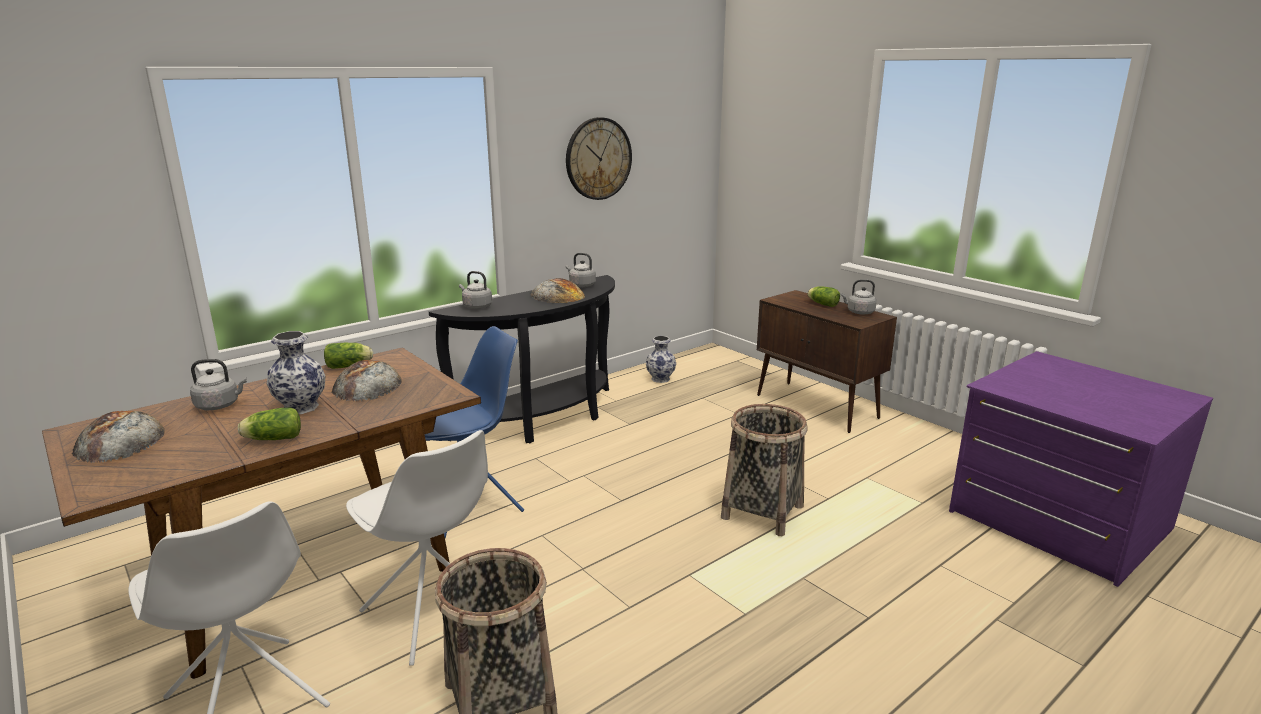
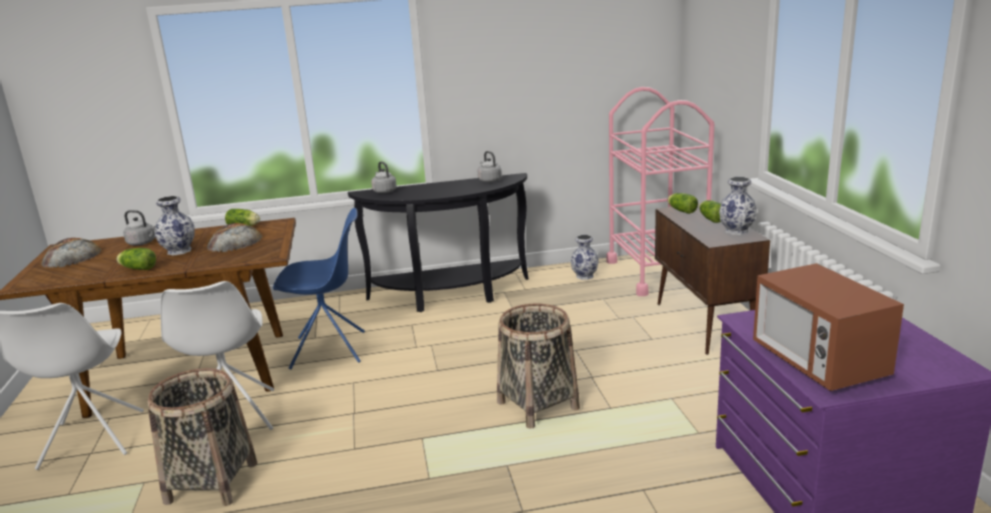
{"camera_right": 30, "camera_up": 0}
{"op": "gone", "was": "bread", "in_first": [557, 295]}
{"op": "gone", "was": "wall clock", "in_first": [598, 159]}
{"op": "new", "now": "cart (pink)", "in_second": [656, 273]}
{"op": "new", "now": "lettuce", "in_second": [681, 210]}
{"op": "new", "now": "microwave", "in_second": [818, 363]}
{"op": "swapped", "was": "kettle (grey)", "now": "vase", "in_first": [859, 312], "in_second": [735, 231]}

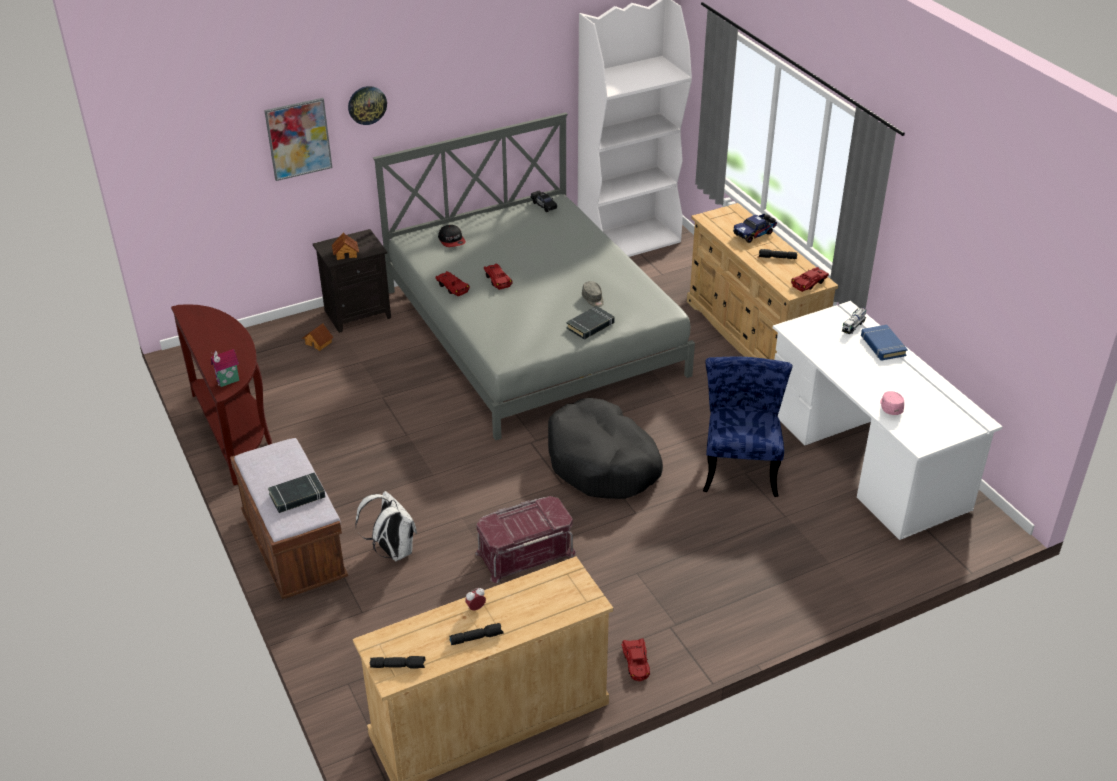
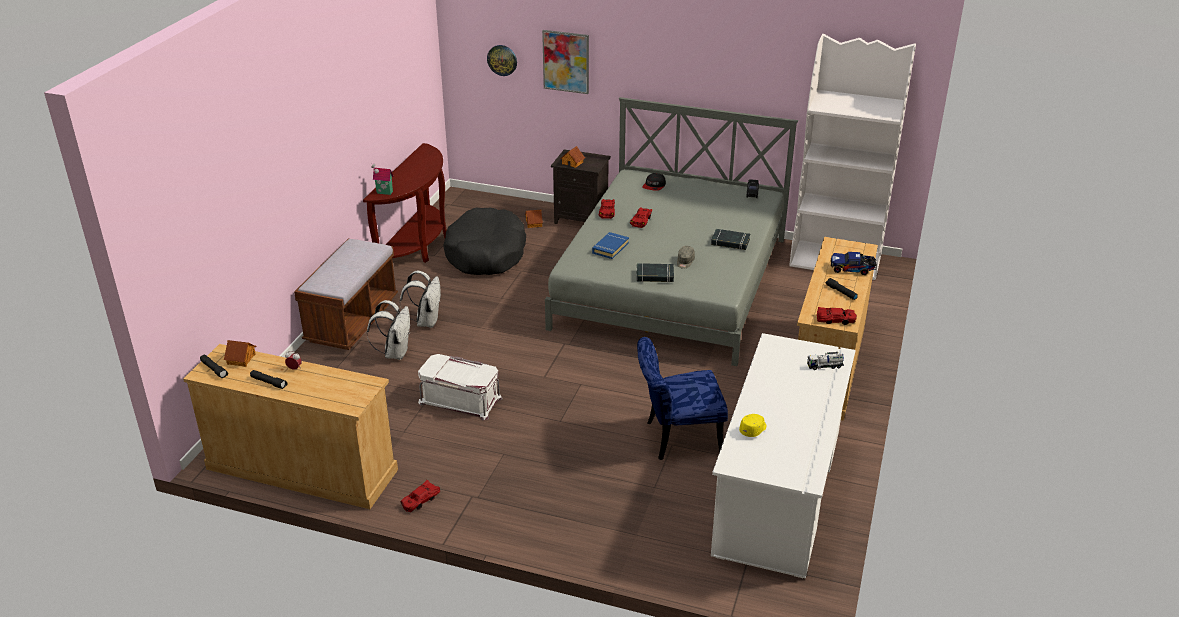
{"camera_right": 45, "camera_up": -5}
{"op": "new", "now": "toy house", "in_second": [241, 359]}
{"op": "new", "now": "backpack (white)", "in_second": [426, 321]}
{"op": "shifted", "was": "book (black)", "in_first": [297, 496], "in_second": [730, 242]}
{"op": "shifted", "was": "wall clock", "in_first": [367, 105], "in_second": [502, 60]}
{"op": "shifted", "was": "dog bed (black)", "in_first": [602, 463], "in_second": [486, 254]}
{"op": "shifted", "was": "book (blue)", "in_first": [882, 346], "in_second": [610, 248]}
{"op": "repainted", "was": "storage box (red)", "now": "storage box (white)", "in_first": [525, 552], "in_second": [461, 399]}
{"op": "repainted", "was": "cap (pink)", "now": "cap (yellow)", "in_first": [890, 407], "in_second": [753, 429]}
{"op": "rotated", "was": "chair (blue)", "in_first": [740, 465], "in_second": [676, 438], "clockwise": -150}

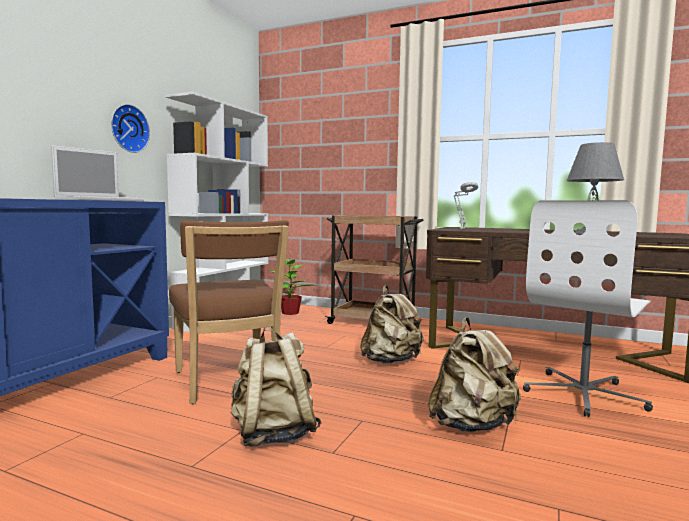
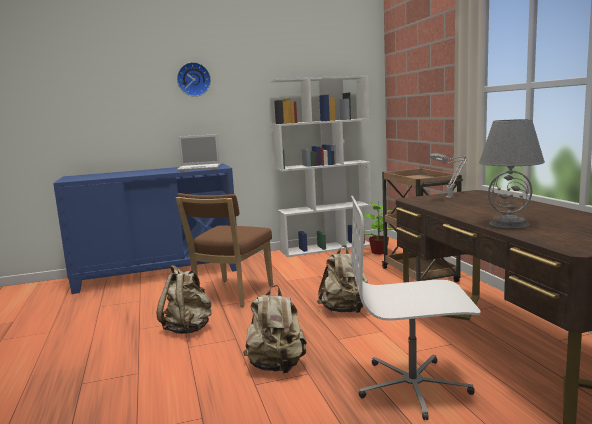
{"camera_right": 50, "camera_up": 5}
{"op": "shifted", "was": "wall clock", "in_first": [128, 128], "in_second": [193, 79]}

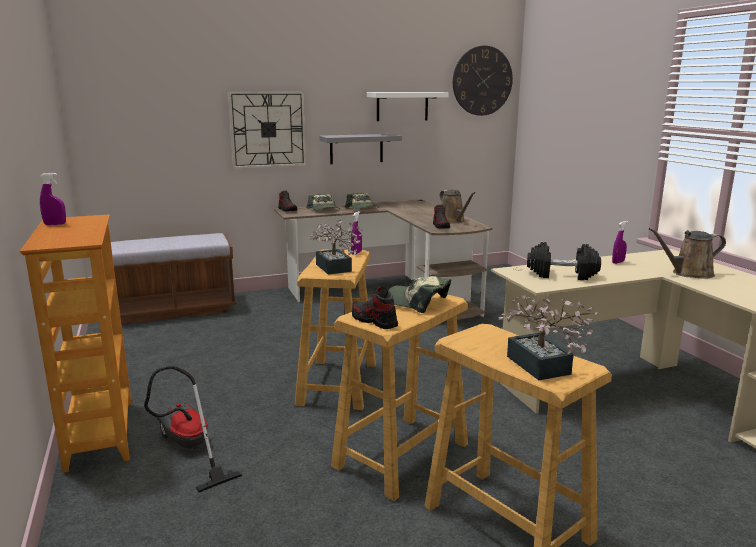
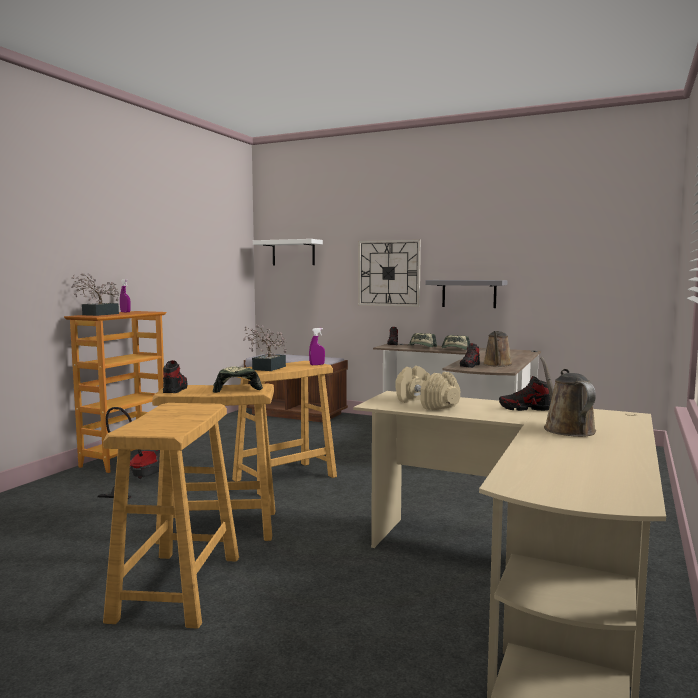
{"camera_right": 45, "camera_up": -10}
{"op": "gone", "was": "wall clock", "in_first": [482, 81]}
{"op": "shifted", "was": "shelf (white)", "in_first": [402, 106], "in_second": [293, 253]}
{"op": "shifted", "was": "potted plant", "in_first": [542, 368], "in_second": [97, 314]}
{"op": "swapped", "was": "spray bottle (purple)", "now": "shoe", "in_first": [618, 262], "in_second": [525, 408]}
{"op": "repainted", "was": "dumbbell (black)", "now": "dumbbell (beige)", "in_first": [561, 275], "in_second": [425, 404]}
{"op": "rotated", "was": "watering can (brown)", "in_first": [689, 273], "in_second": [566, 429], "clockwise": 45}

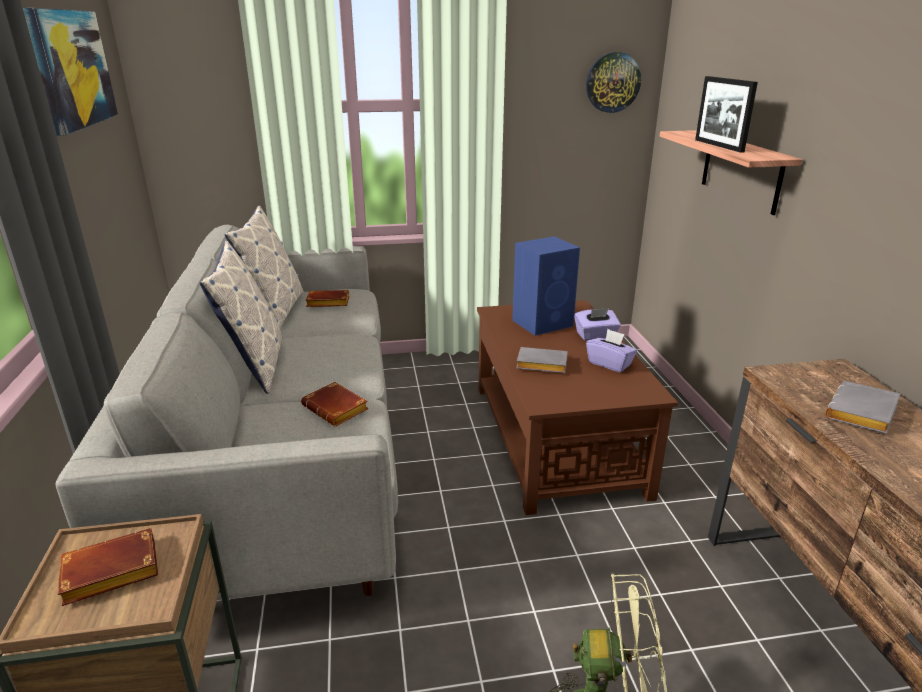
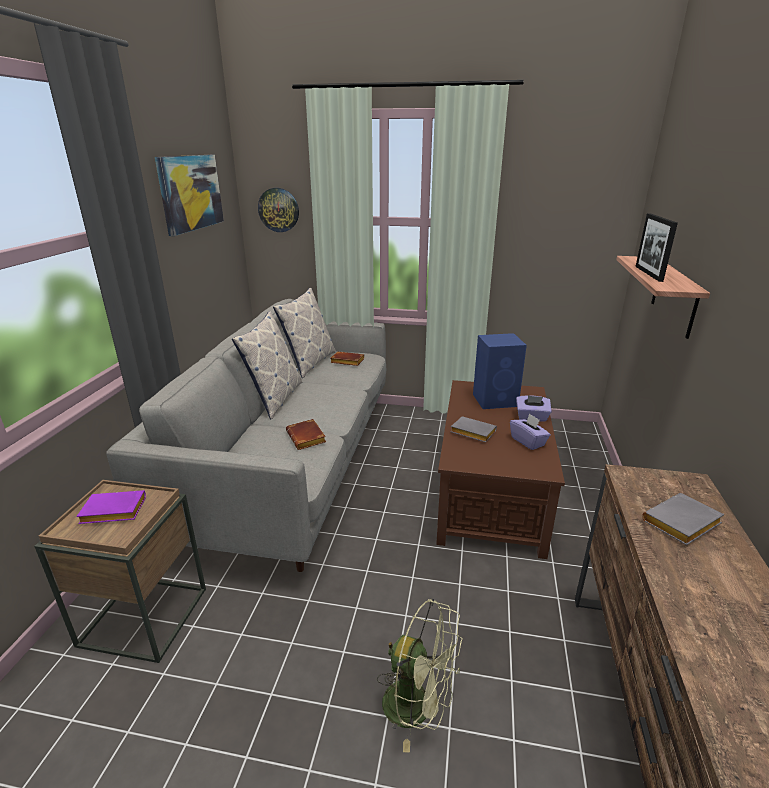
{"camera_right": 20, "camera_up": 0}
{"op": "shifted", "was": "wall clock", "in_first": [612, 82], "in_second": [278, 210]}
{"op": "repainted", "was": "book (brown)", "now": "book (purple)", "in_first": [108, 575], "in_second": [112, 512]}

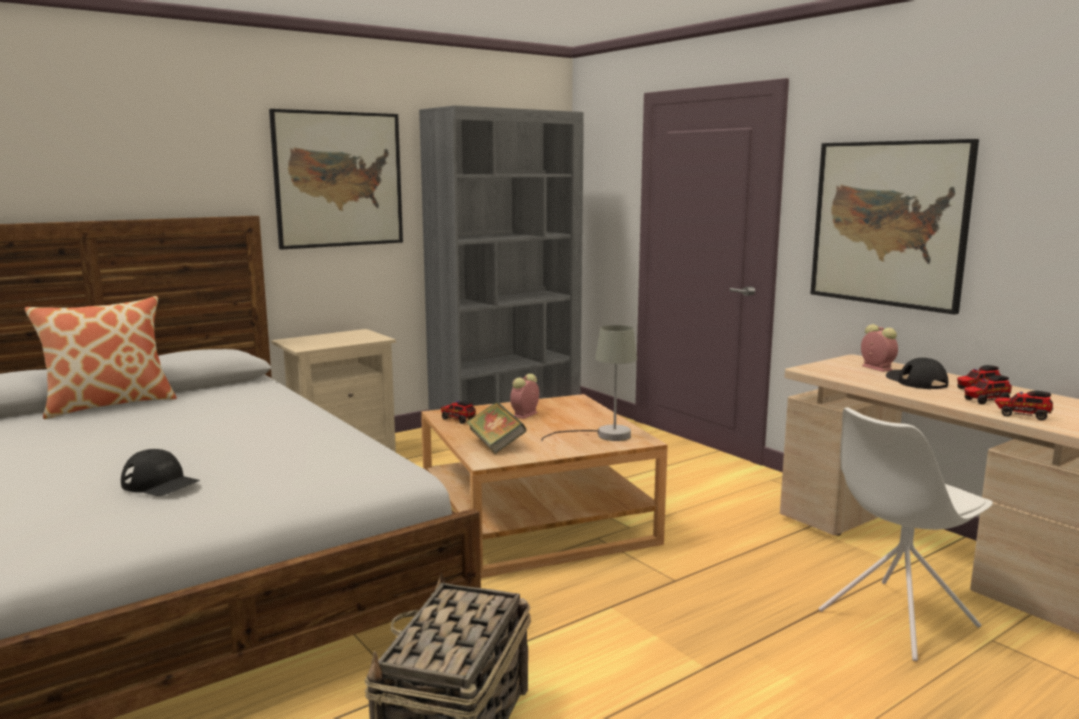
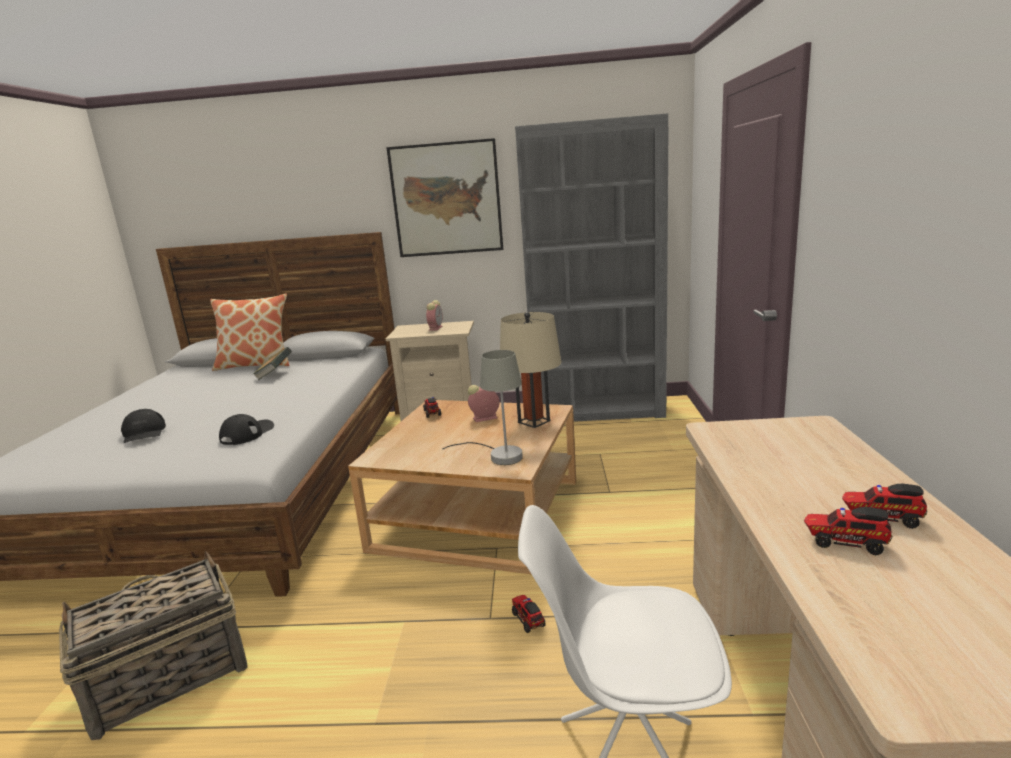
{"camera_right": 40, "camera_up": 5}
{"op": "gone", "was": "picture", "in_first": [888, 223]}
{"op": "new", "now": "table lamp (beige)", "in_second": [533, 421]}
{"op": "shifted", "was": "book", "in_first": [496, 444], "in_second": [275, 374]}
{"op": "shifted", "was": "alarm clock", "in_first": [875, 368], "in_second": [435, 328]}
{"op": "shifted", "was": "cap (black)", "in_first": [916, 381], "in_second": [247, 433]}
{"op": "shifted", "was": "toy truck", "in_first": [1021, 415], "in_second": [528, 619]}

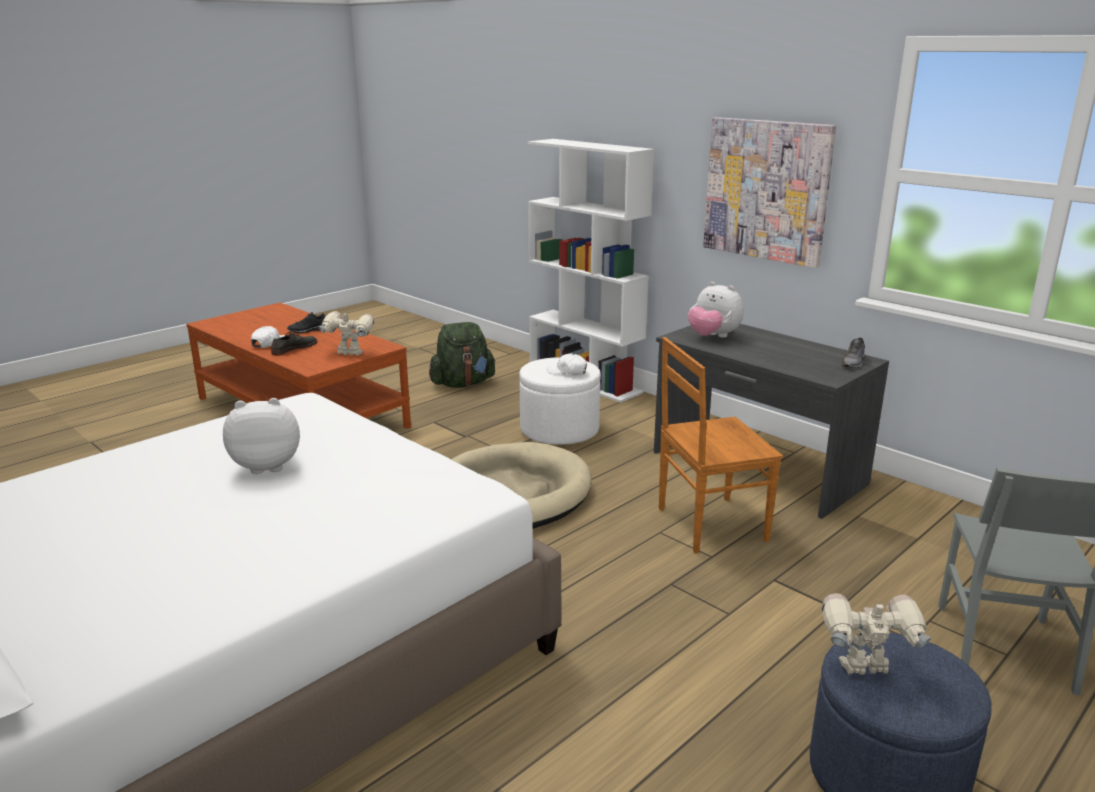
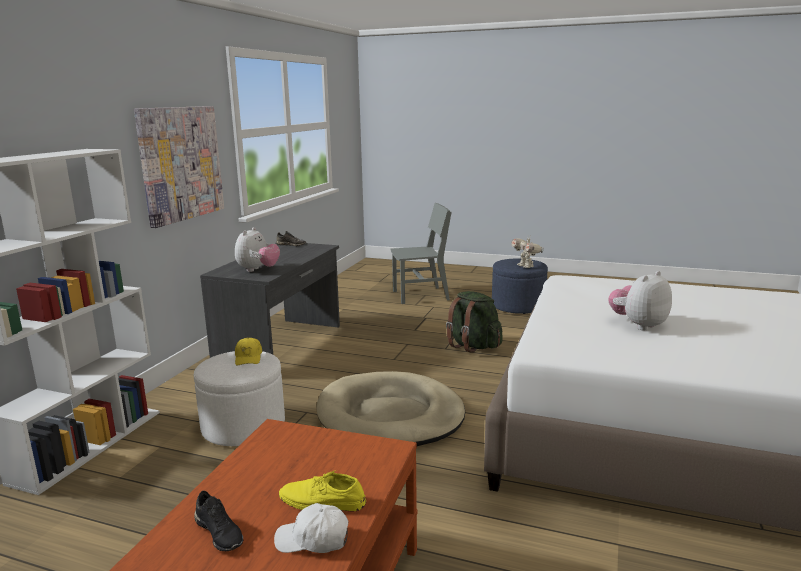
{"camera_right": -115, "camera_up": -5}
{"op": "gone", "was": "toy robot", "in_first": [349, 354]}
{"op": "gone", "was": "chair (brown)", "in_first": [708, 525]}
{"op": "shifted", "was": "backpack (green)", "in_first": [462, 384], "in_second": [473, 346]}
{"op": "repainted", "was": "shoe (grey)", "now": "shoe (yellow)", "in_first": [294, 348], "in_second": [321, 501]}
{"op": "repainted", "was": "cap (white)", "now": "cap (yellow)", "in_first": [567, 372], "in_second": [248, 358]}
{"op": "rotated", "was": "plush toy", "in_first": [267, 465], "in_second": [638, 325], "clockwise": 90}

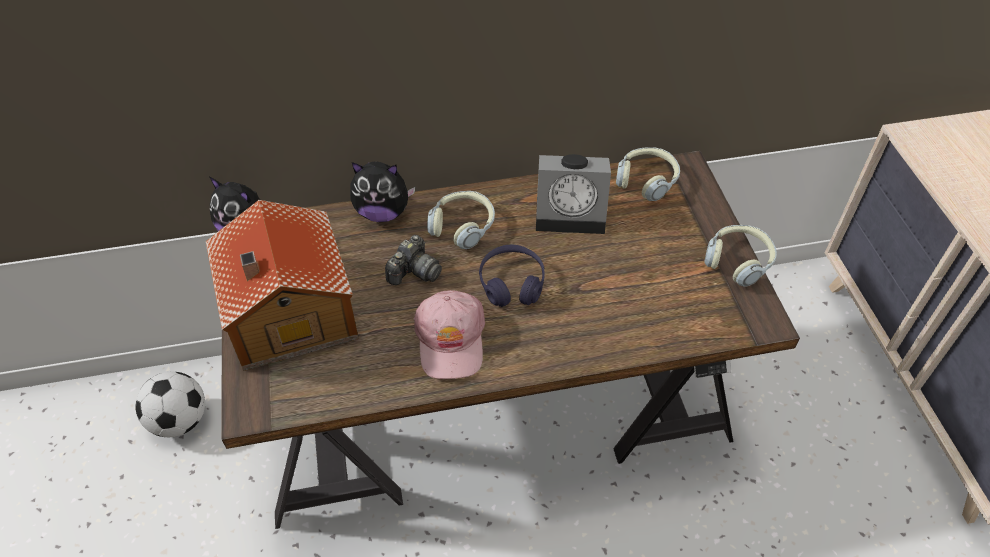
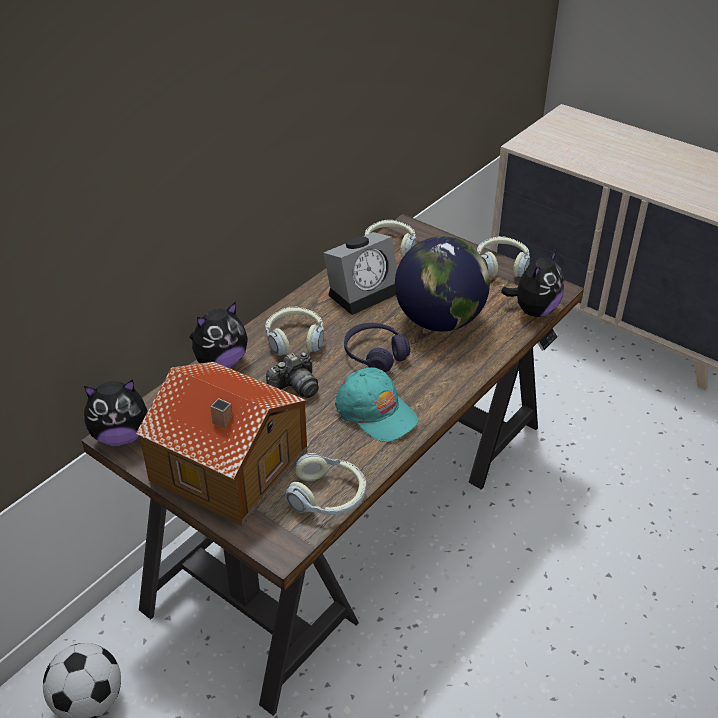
{"camera_right": -40, "camera_up": -10}
{"op": "new", "now": "headphones", "in_second": [328, 496]}
{"op": "new", "now": "globe", "in_second": [439, 321]}
{"op": "new", "now": "plush toy", "in_second": [534, 310]}
{"op": "repainted", "was": "cap (pink)", "now": "cap (turquoise)", "in_first": [451, 340], "in_second": [375, 412]}
{"op": "rotated", "was": "photo camera", "in_first": [414, 272], "in_second": [295, 386], "clockwise": 60}

